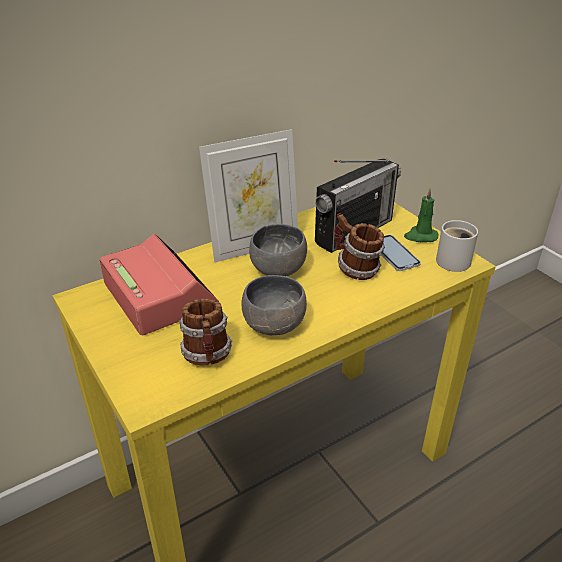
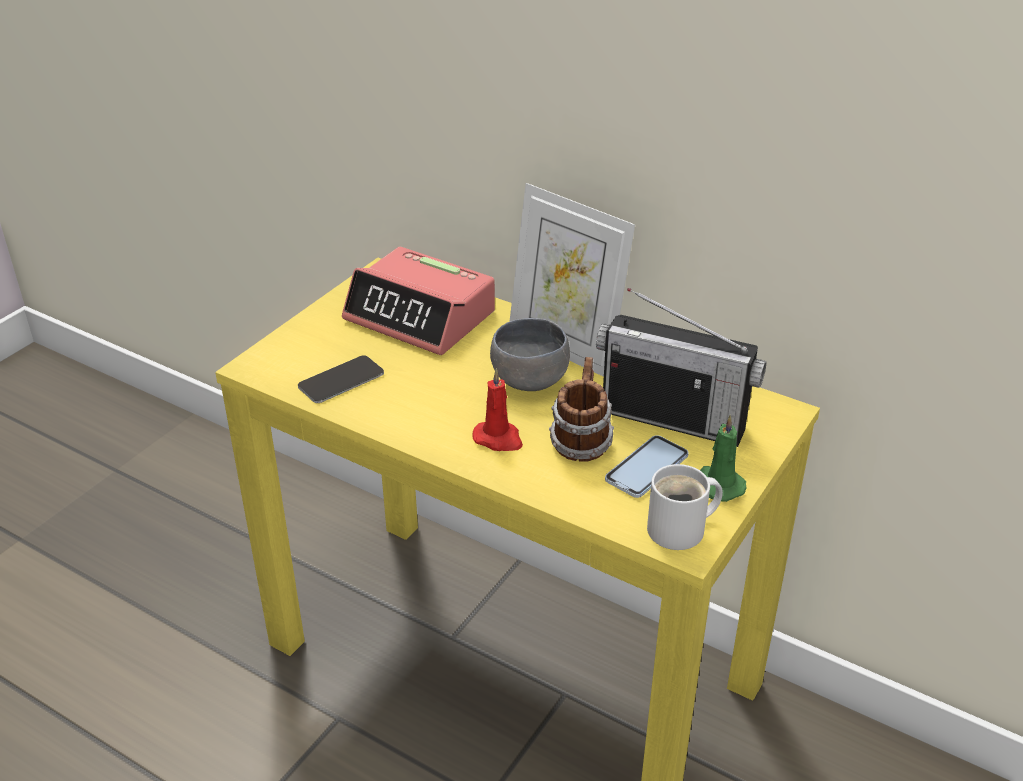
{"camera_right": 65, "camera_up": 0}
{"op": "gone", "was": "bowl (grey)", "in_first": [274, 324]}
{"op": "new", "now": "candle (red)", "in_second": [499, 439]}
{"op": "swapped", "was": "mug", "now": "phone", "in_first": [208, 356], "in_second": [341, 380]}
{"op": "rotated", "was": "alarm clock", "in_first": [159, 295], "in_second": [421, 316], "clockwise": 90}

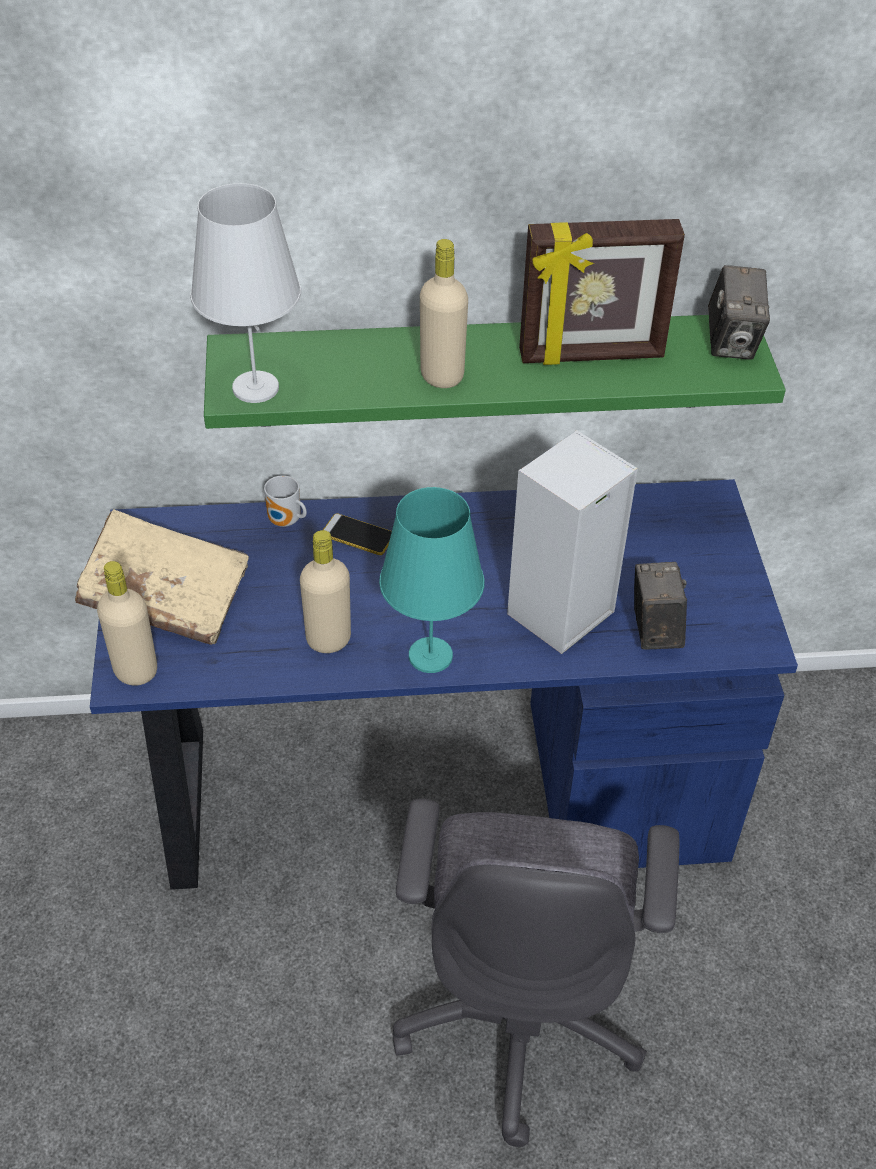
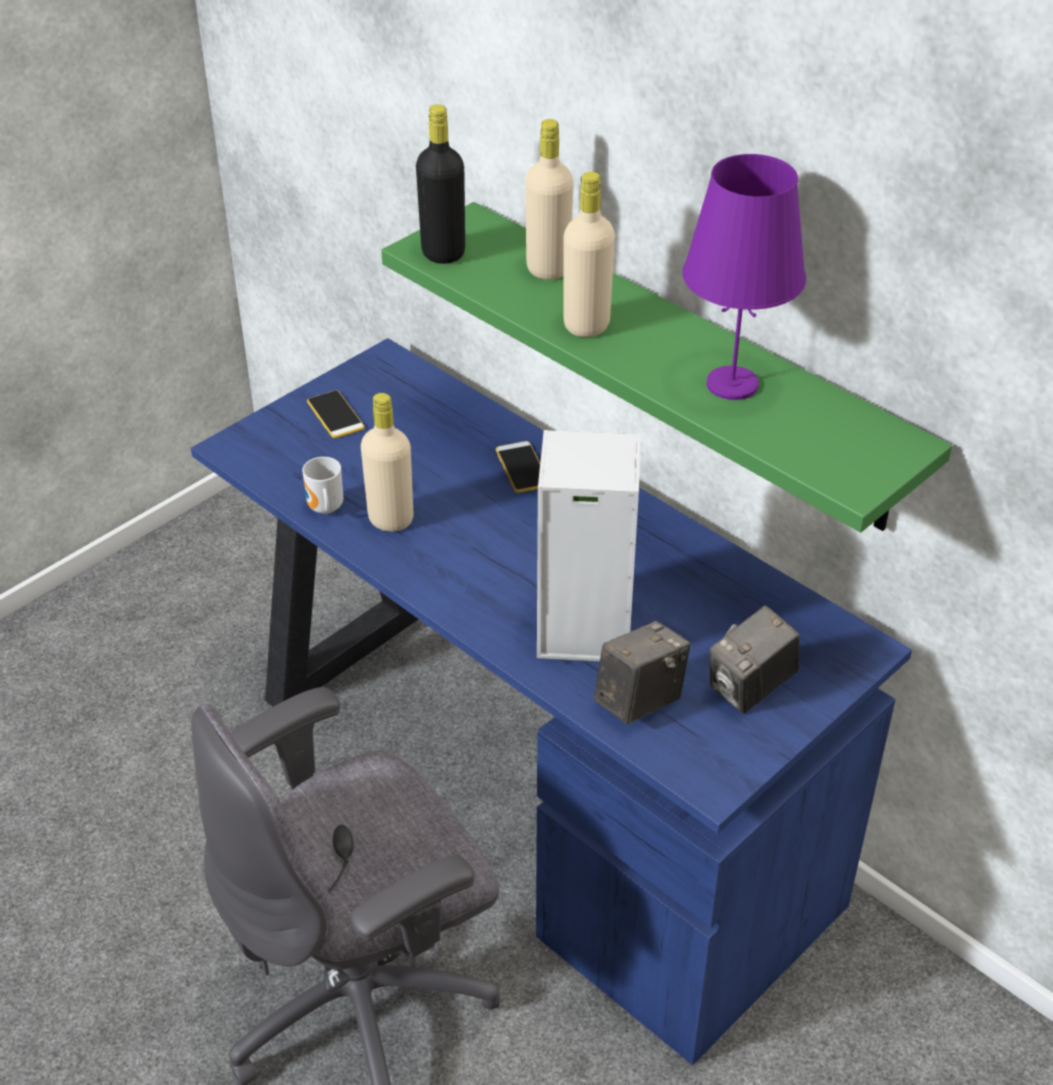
{"camera_right": 50, "camera_up": -5}
{"op": "gone", "was": "table lamp (turquoise)", "in_first": [430, 656]}
{"op": "shifted", "was": "bottle (beige)", "in_first": [136, 671], "in_second": [548, 268]}
{"op": "shifted", "was": "mug", "in_first": [286, 522], "in_second": [324, 509]}
{"op": "shifted", "was": "photo camera", "in_first": [732, 342], "in_second": [750, 688]}
{"op": "swapped", "was": "book (beige)", "now": "phone", "in_first": [166, 596], "in_second": [335, 415]}
{"op": "swapped", "was": "table lamp (white)", "now": "bottle (black)", "in_first": [256, 387], "in_second": [443, 253]}
{"op": "swapped", "was": "picture frame", "now": "table lamp (purple)", "in_first": [591, 356], "in_second": [732, 384]}

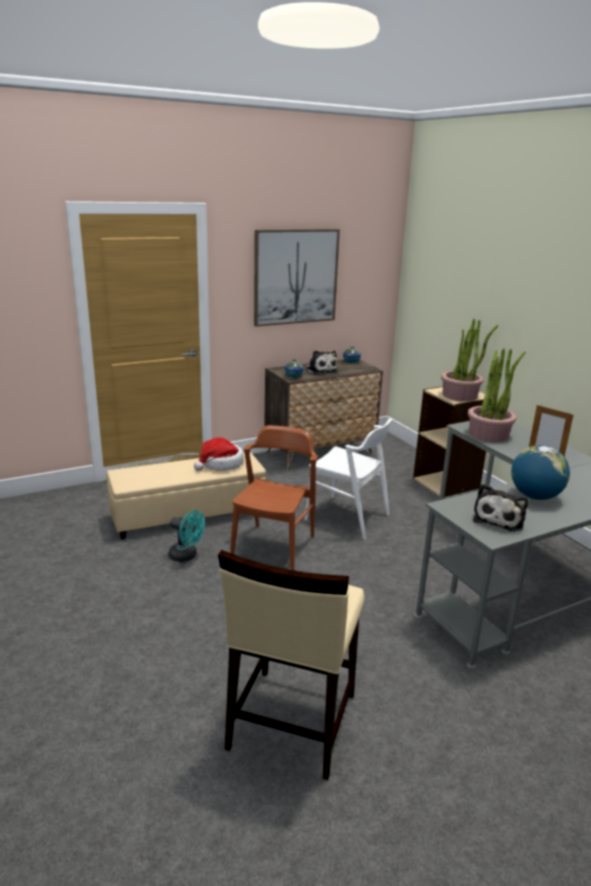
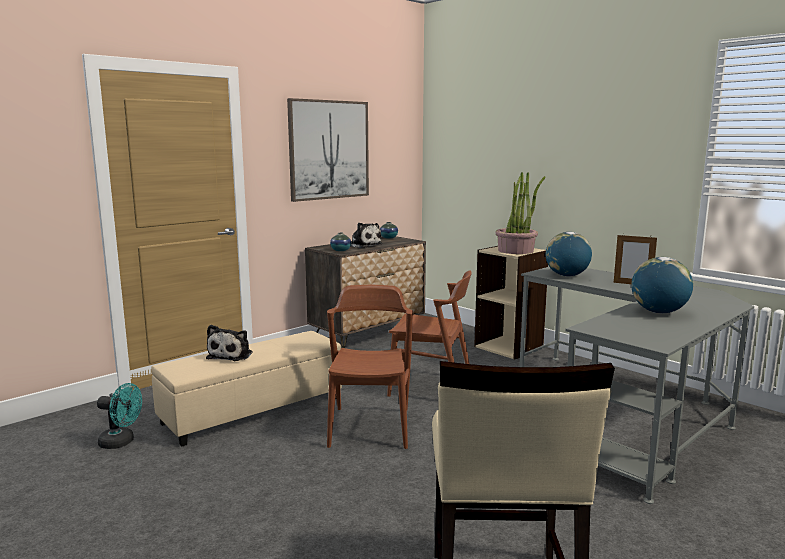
{"camera_right": -15, "camera_up": -10}
{"op": "gone", "was": "hat", "in_first": [220, 464]}
{"op": "shifted", "was": "fan (turquoise)", "in_first": [186, 556], "in_second": [121, 442]}
{"op": "shifted", "was": "plush toy", "in_first": [499, 519], "in_second": [231, 355]}
{"op": "swapped", "was": "potted plant", "now": "globe", "in_first": [489, 434], "in_second": [567, 276]}
{"op": "repainted", "was": "chair (white)", "now": "chair (brown)", "in_first": [347, 517], "in_second": [431, 387]}

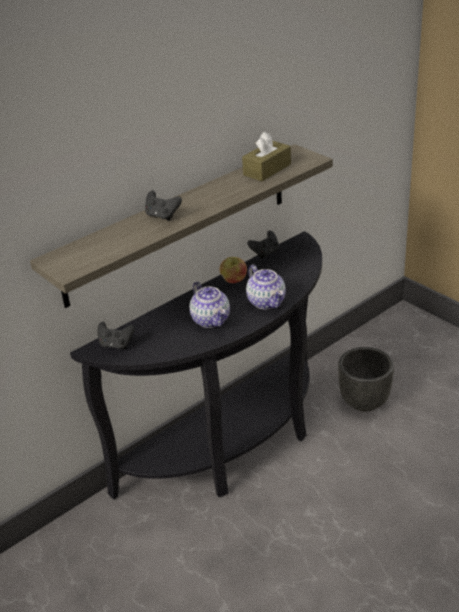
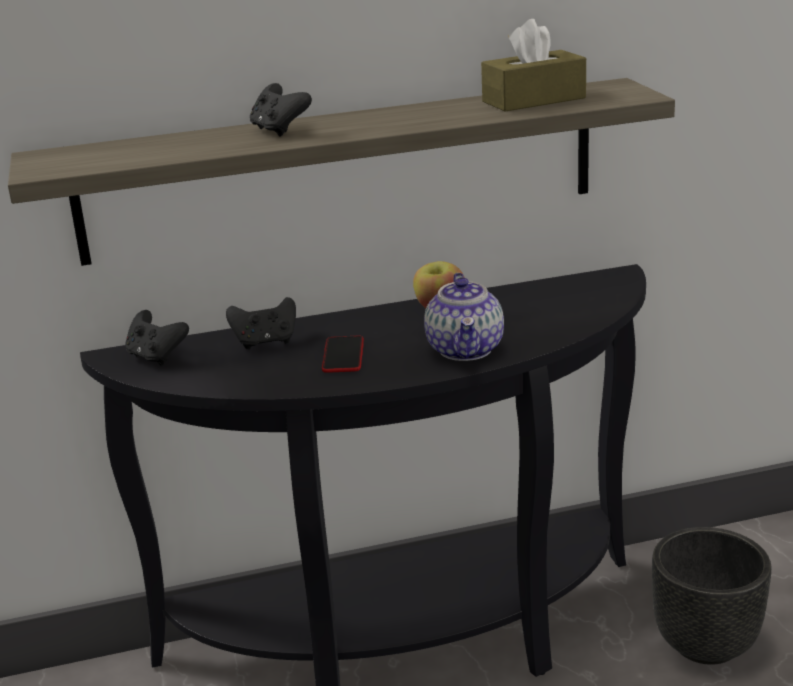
{"camera_right": 25, "camera_up": -10}
{"op": "shifted", "was": "game controller (black)", "in_first": [265, 253], "in_second": [265, 342]}
{"op": "swapped", "was": "teapot", "now": "phone", "in_first": [211, 320], "in_second": [343, 356]}

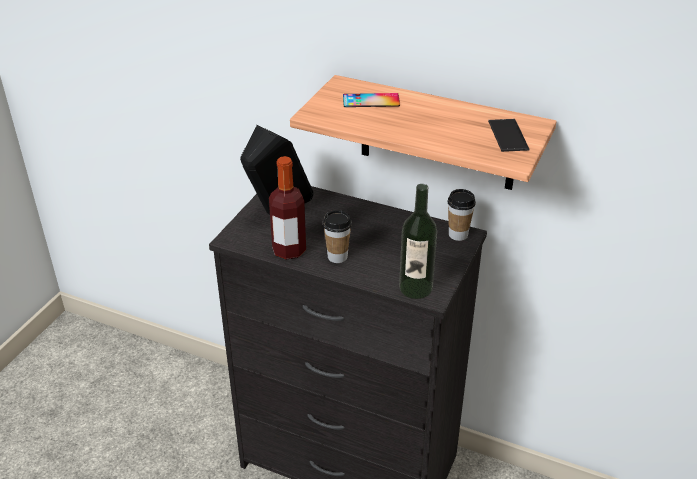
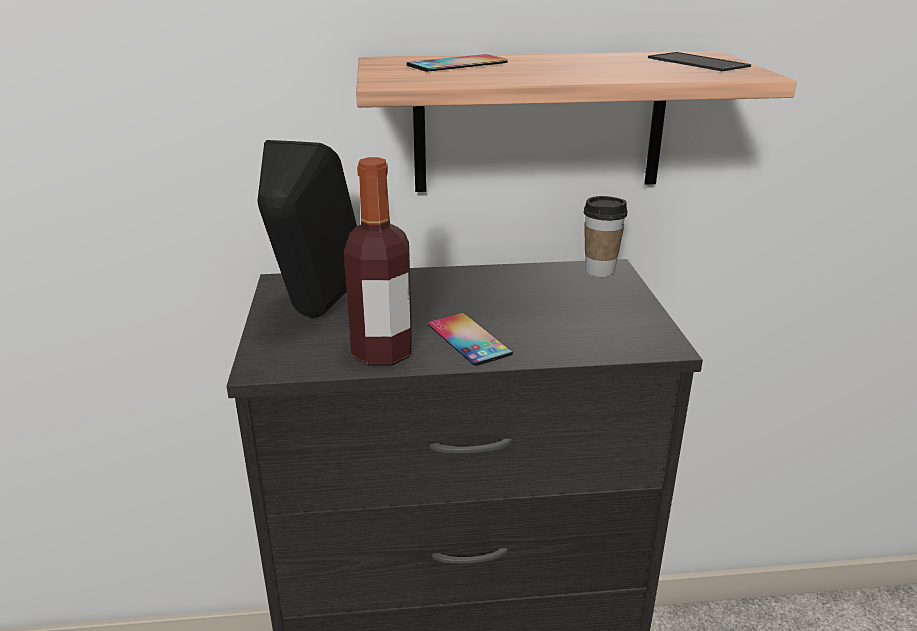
{"camera_right": -30, "camera_up": -10}
{"op": "gone", "was": "bottle", "in_first": [415, 288]}
{"op": "swapped", "was": "cup", "now": "phone", "in_first": [337, 257], "in_second": [469, 339]}

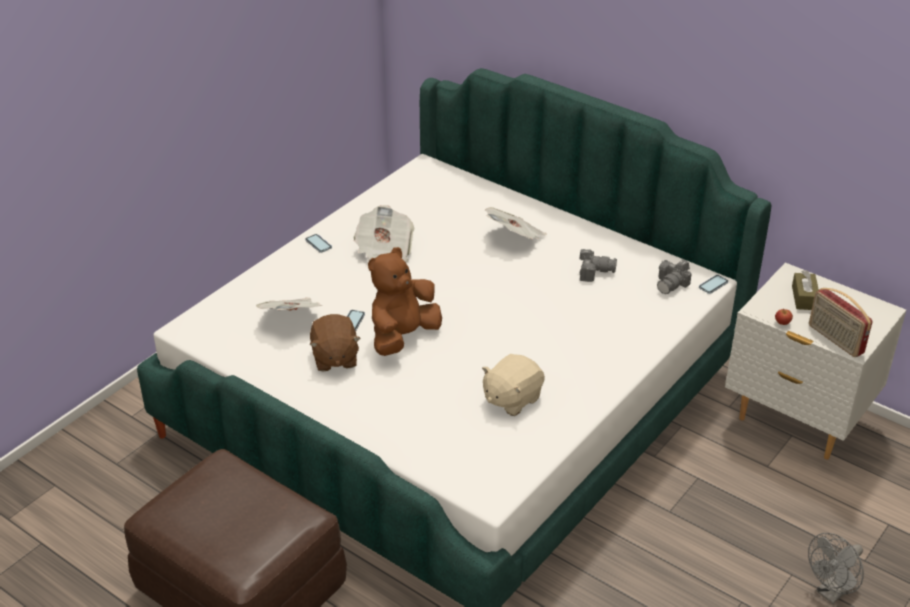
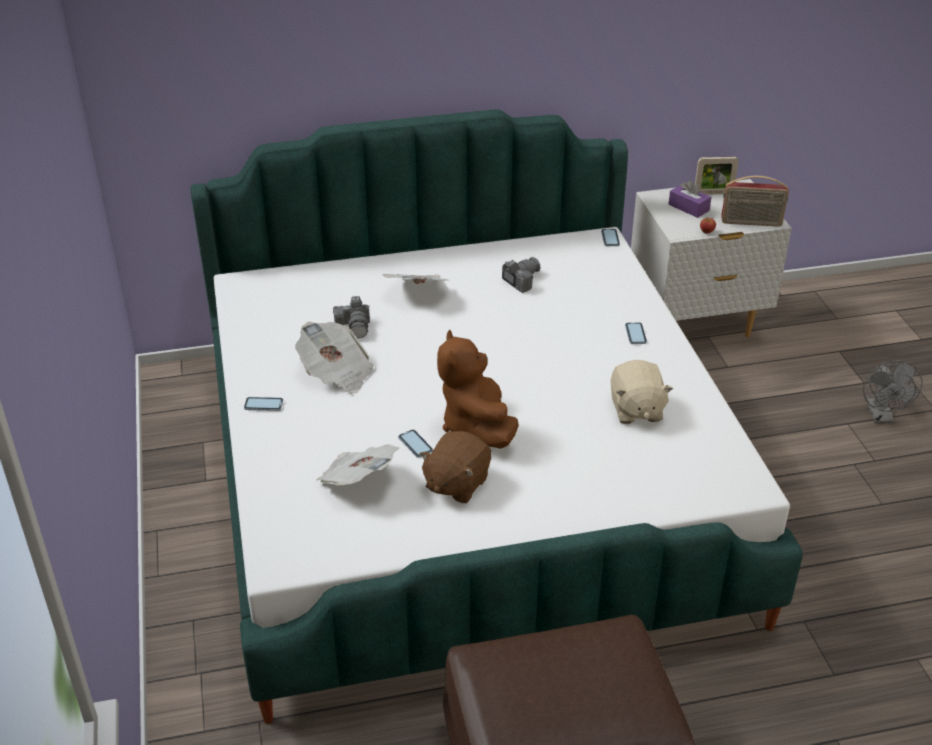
{"camera_right": -50, "camera_up": 0}
{"op": "new", "now": "phone", "in_second": [635, 334]}
{"op": "new", "now": "picture frame", "in_second": [713, 193]}
{"op": "shifted", "was": "photo camera", "in_first": [672, 284], "in_second": [355, 326]}
{"op": "repainted", "was": "tissue box (brown)", "now": "tissue box (purple)", "in_first": [804, 298], "in_second": [688, 207]}
{"op": "rotated", "was": "plush toy (brown)", "in_first": [334, 358], "in_second": [456, 483], "clockwise": 90}

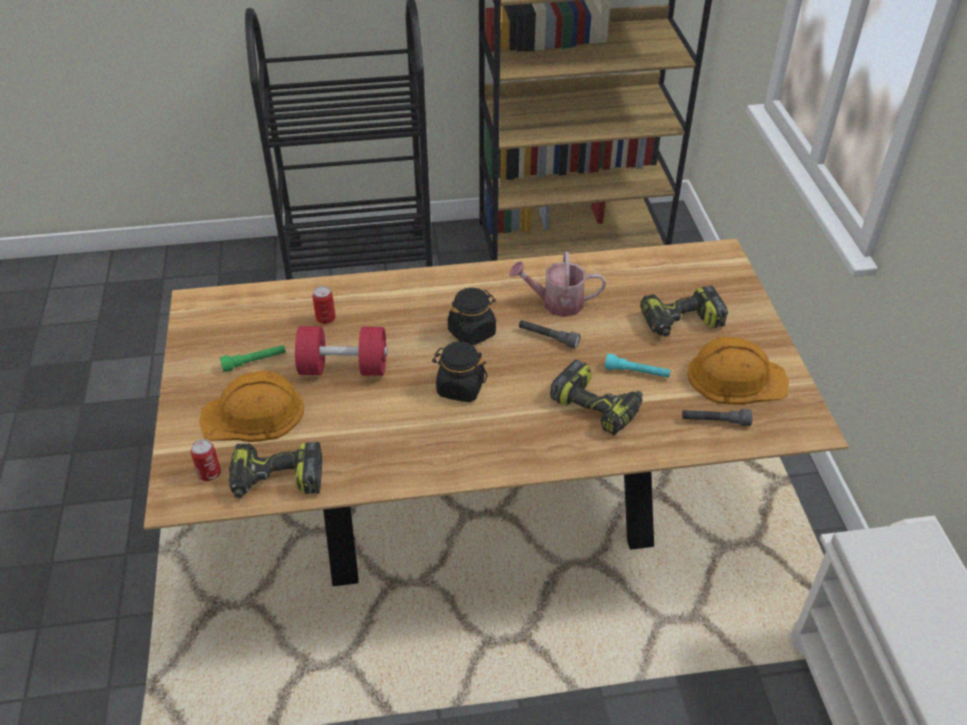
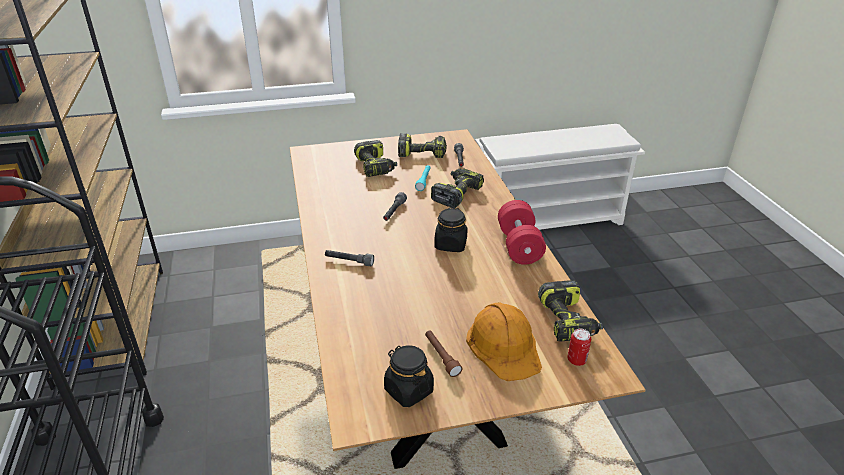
{"camera_right": -95, "camera_up": -10}
{"op": "gone", "was": "can", "in_first": [325, 318]}
{"op": "gone", "was": "watering can", "in_first": [556, 303]}
{"op": "new", "now": "flashlight (grey)", "in_second": [349, 261]}
{"op": "shifted", "was": "dumbbell (red)", "in_first": [344, 368], "in_second": [519, 246]}
{"op": "shifted", "was": "jar (black)", "in_first": [472, 332], "in_second": [408, 390]}
{"op": "swapped", "was": "hard hat (orange)", "now": "power drill", "in_first": [736, 377], "in_second": [422, 152]}
{"op": "repainted", "was": "flashlight (green)", "now": "flashlight (brown)", "in_first": [254, 362], "in_second": [441, 357]}

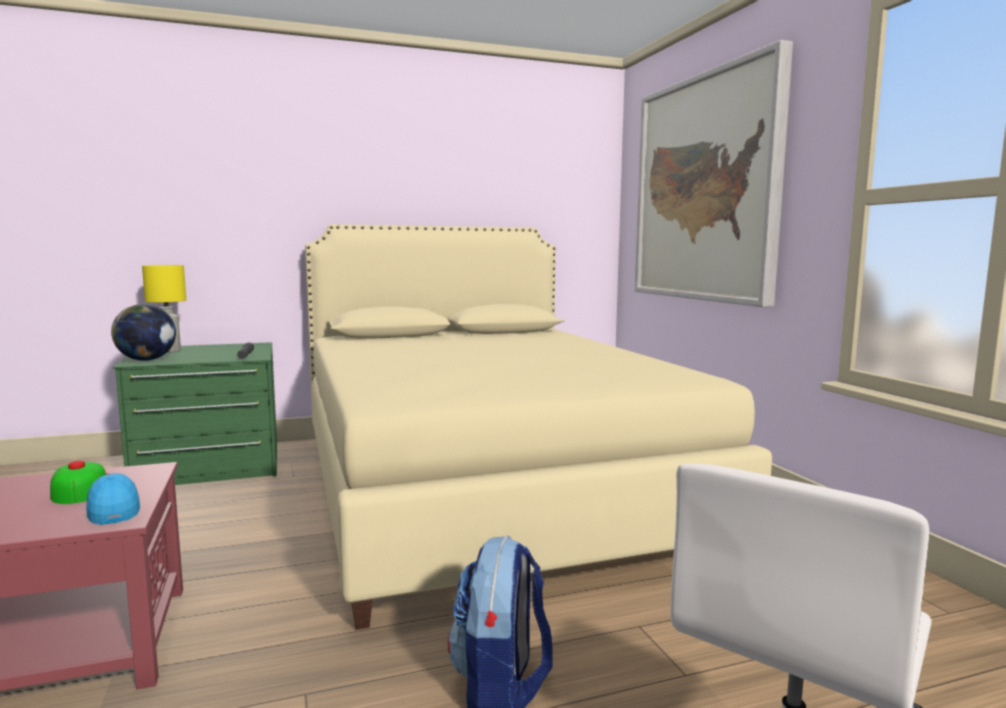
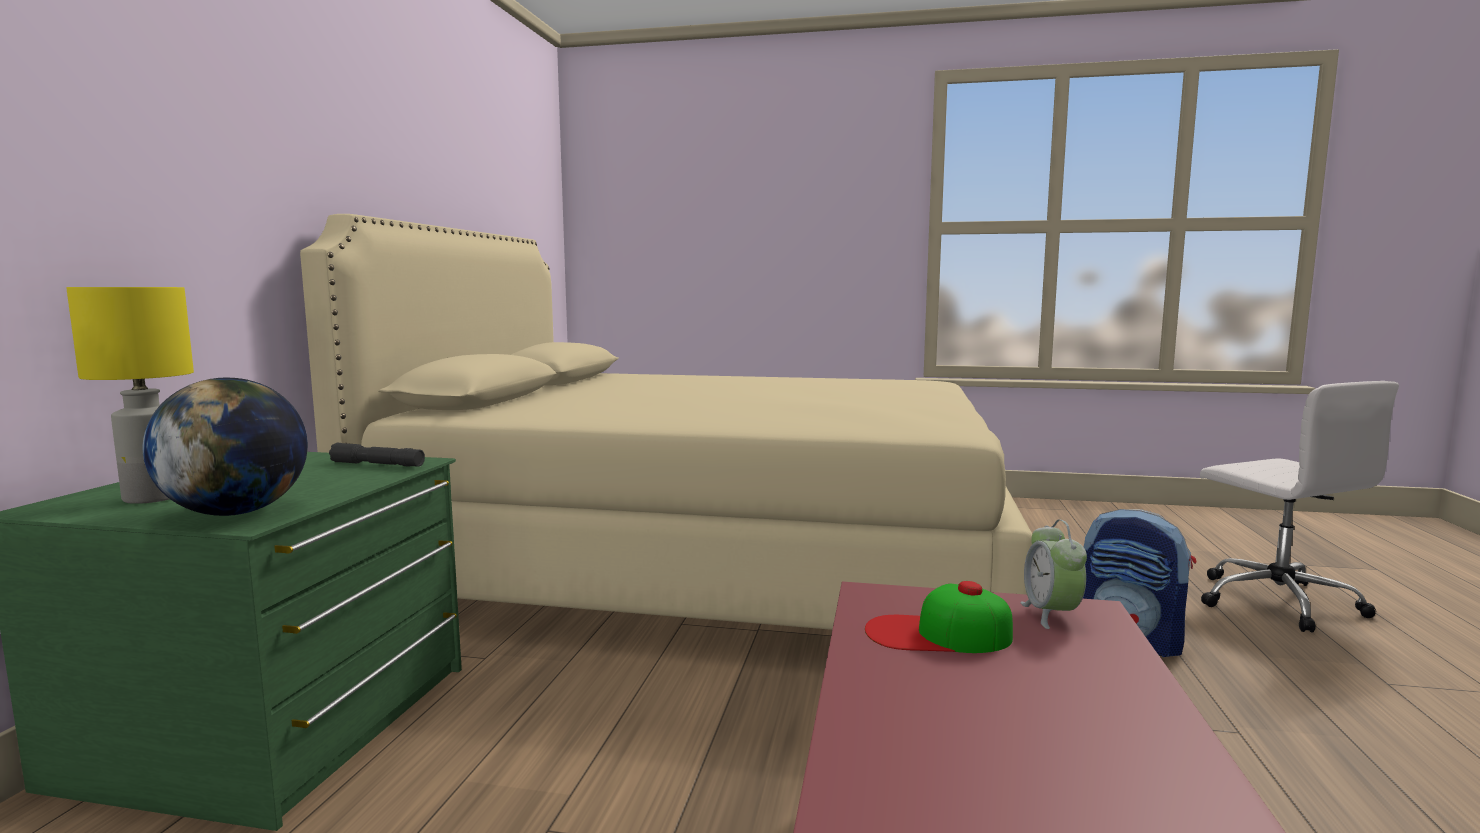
{"camera_right": -60, "camera_up": 0}
{"op": "gone", "was": "picture", "in_first": [705, 189]}
{"op": "swapped", "was": "cap (blue)", "now": "alarm clock", "in_first": [114, 510], "in_second": [1051, 614]}

